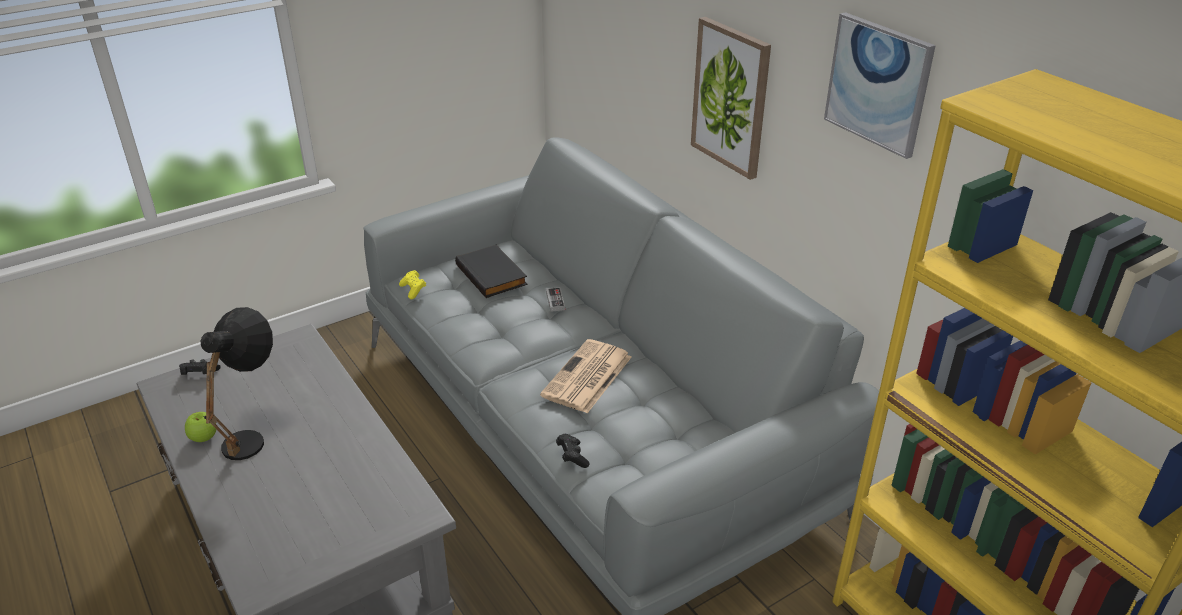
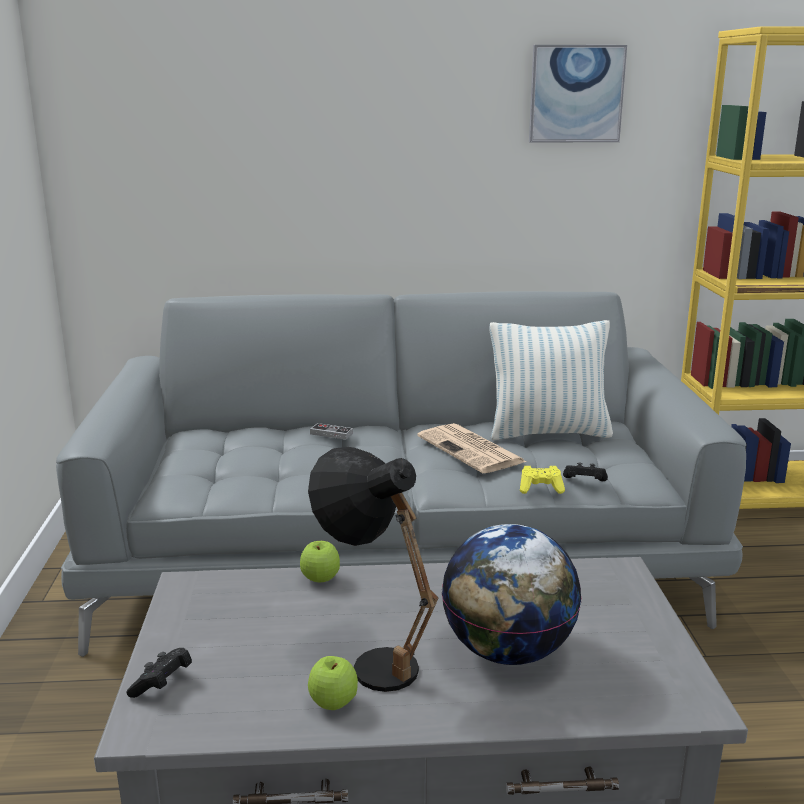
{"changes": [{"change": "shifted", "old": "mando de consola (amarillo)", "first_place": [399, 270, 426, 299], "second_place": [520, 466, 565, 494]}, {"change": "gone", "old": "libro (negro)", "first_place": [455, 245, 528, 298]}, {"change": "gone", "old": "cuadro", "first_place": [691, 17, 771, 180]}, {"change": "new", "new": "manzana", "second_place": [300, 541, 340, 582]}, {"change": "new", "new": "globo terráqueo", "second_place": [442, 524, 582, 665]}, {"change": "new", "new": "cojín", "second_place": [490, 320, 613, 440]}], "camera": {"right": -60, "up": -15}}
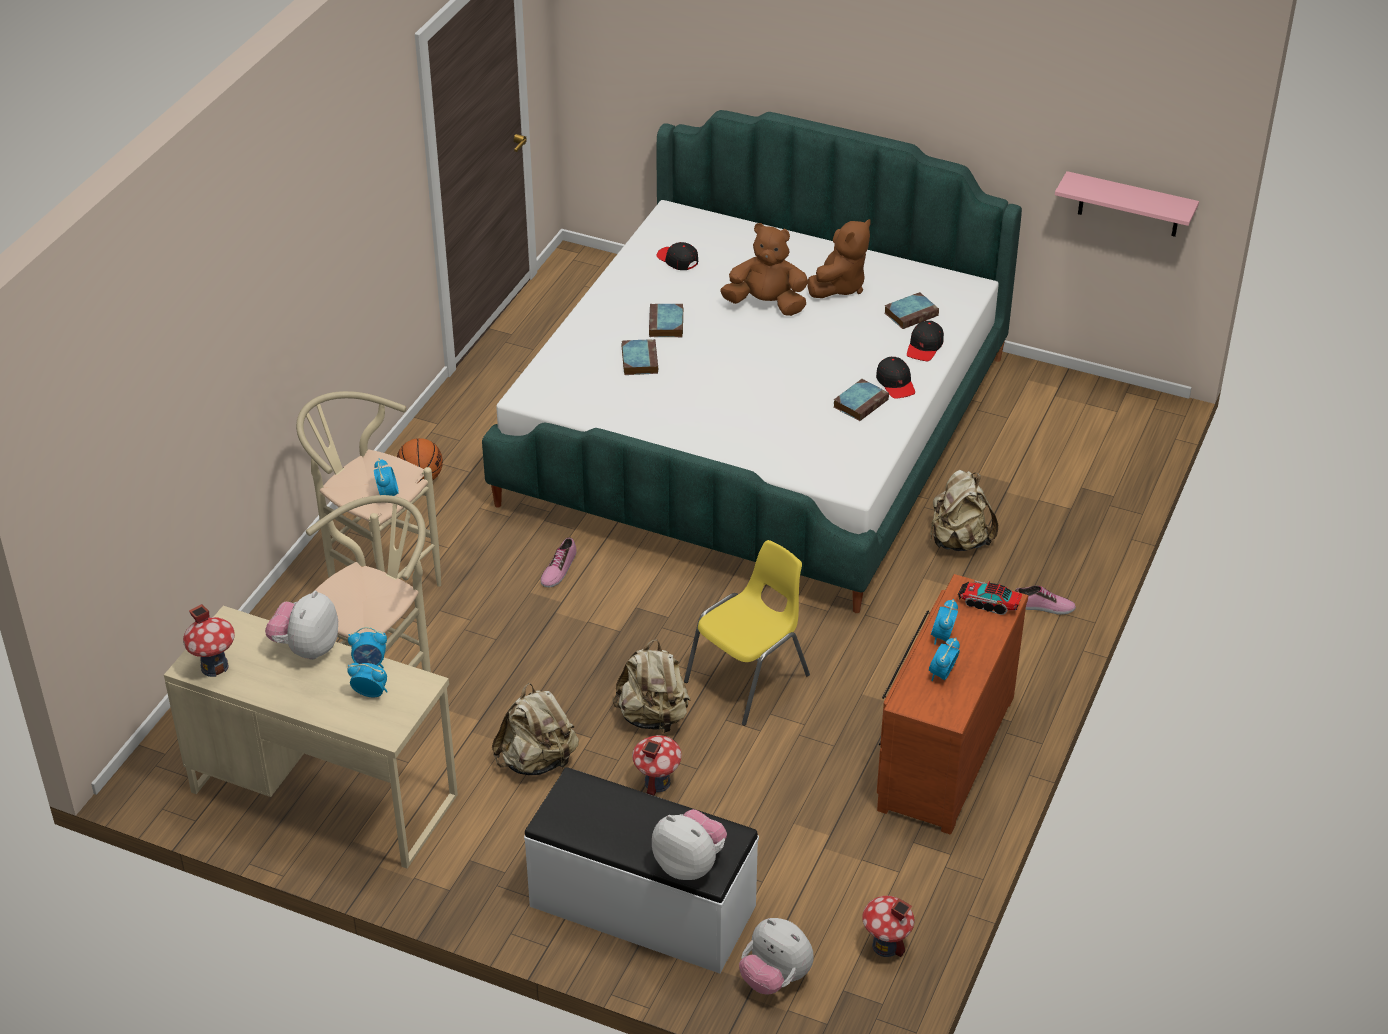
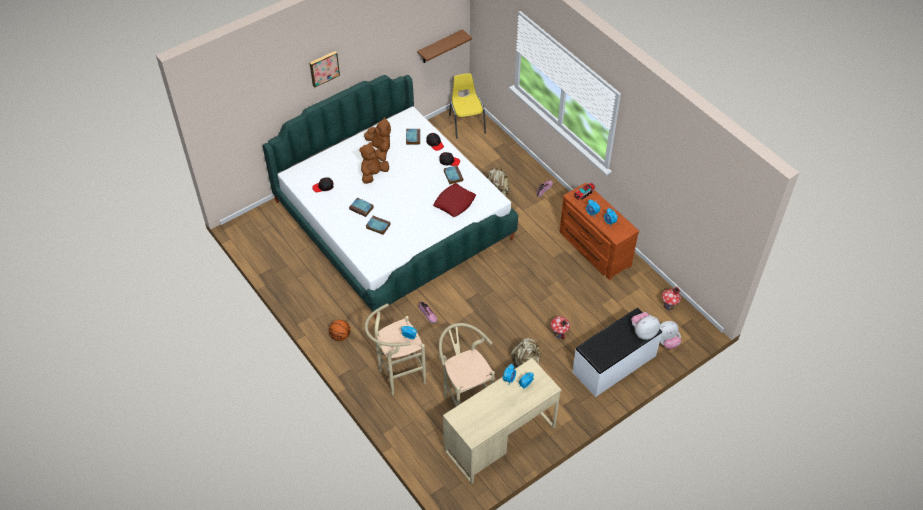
{"changes": [{"change": "gone", "old": "casita", "first_place": [183, 604, 235, 677]}, {"change": "gone", "old": "peluche", "first_place": [265, 591, 338, 660]}, {"change": "gone", "old": "mochila (beis)", "first_place": [612, 639, 690, 733]}, {"change": "shifted", "old": "silla (amarillo)", "first_place": [684, 540, 810, 726], "second_place": [449, 73, 486, 139]}, {"change": "repainted", "old": "estante (rosa)", "new": "estante (marrón)", "first_place": [1055, 171, 1199, 237], "second_place": [417, 29, 472, 63]}, {"change": "new", "new": "cuadro", "second_place": [310, 51, 340, 87]}, {"change": "new", "new": "cojín (rojo)", "second_place": [433, 183, 476, 217]}], "camera": {"right": -60, "up": 10}}
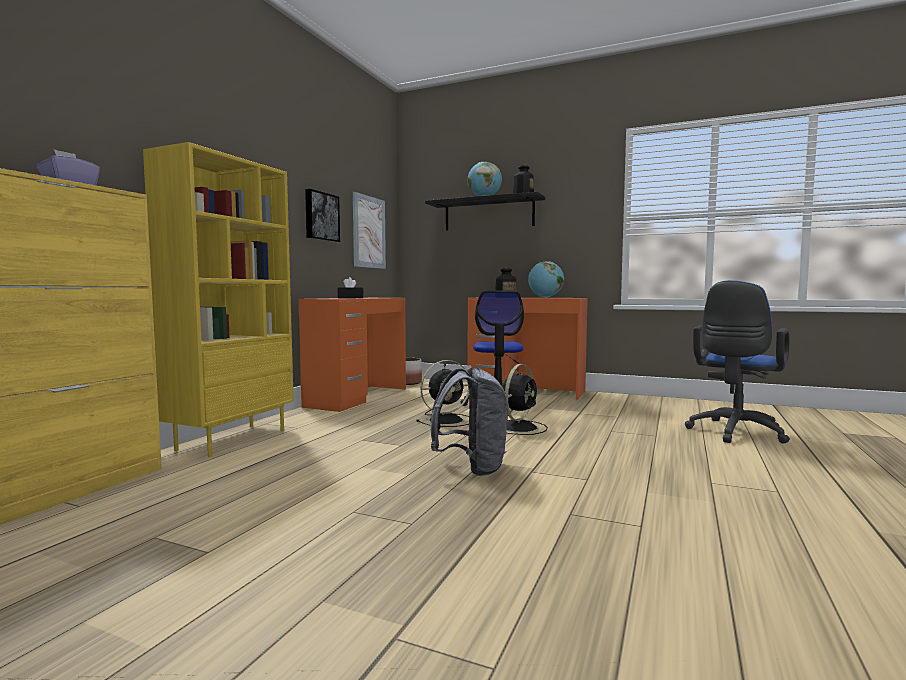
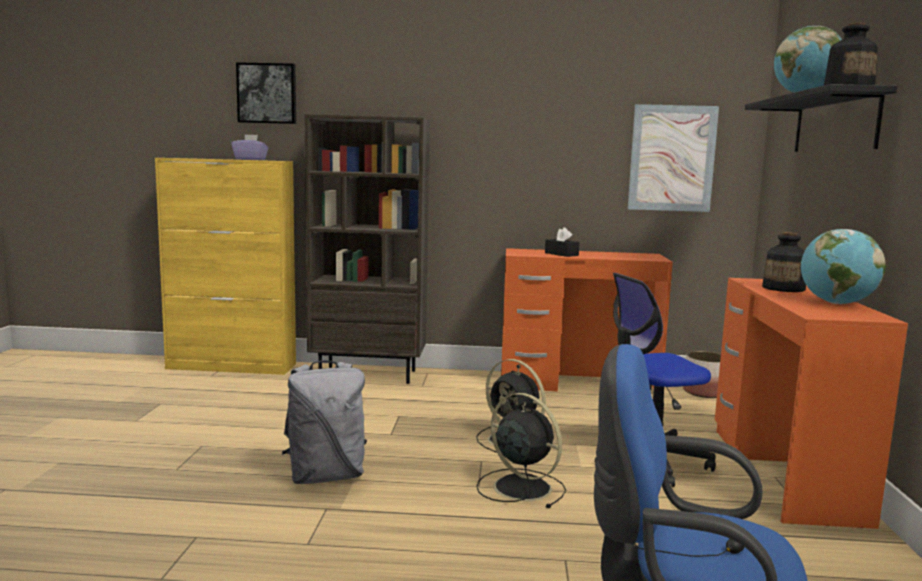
{"changes": [{"change": "repainted", "old": "estantería (amarillo)", "new": "estantería (marrón)", "first_place": [143, 142, 294, 457], "second_place": [304, 114, 430, 384]}, {"change": "shifted", "old": "cuadro", "first_place": [305, 189, 340, 242], "second_place": [236, 62, 296, 124]}, {"change": "rotated", "old": "ventilador (negro)", "first_place": [502, 364, 548, 435], "second_place": [476, 393, 566, 508], "degrees": -150}], "camera": {"right": 70, "up": 5}}
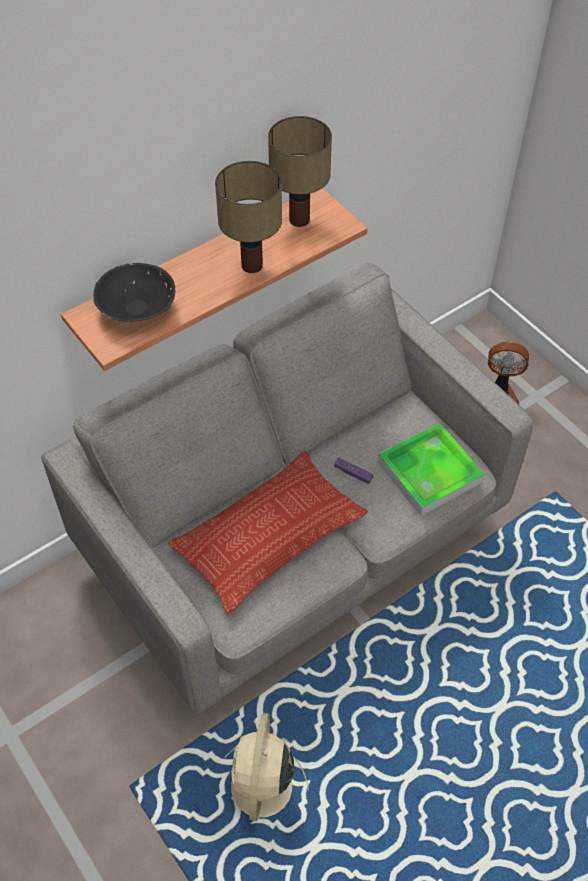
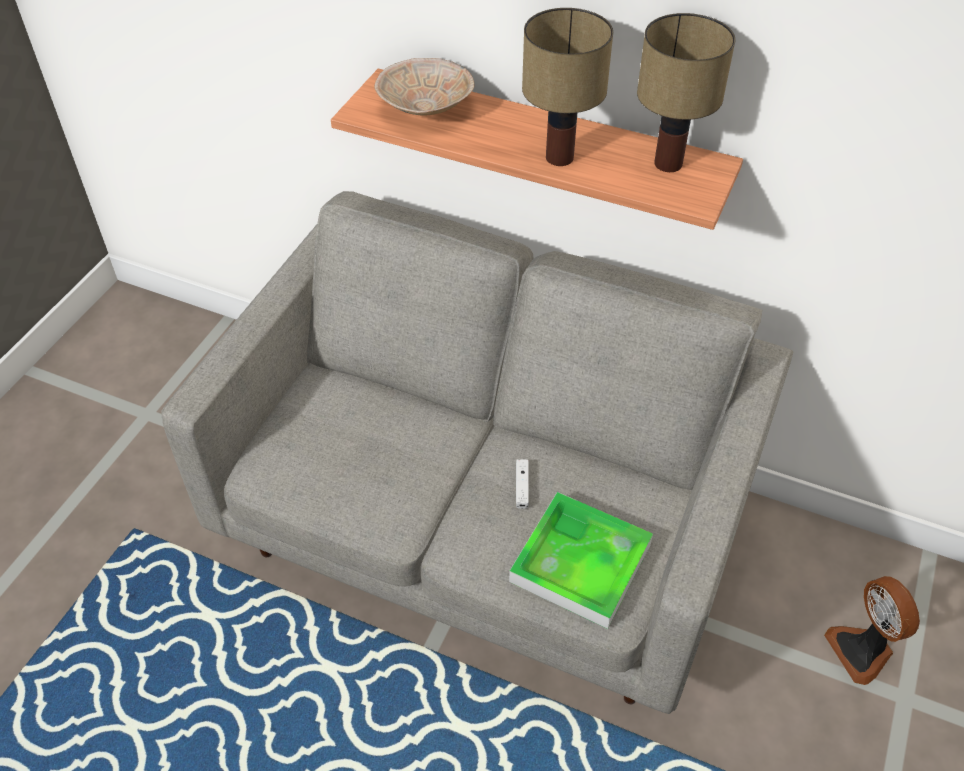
{"changes": [{"change": "repainted", "old": "cuenco (negro)", "new": "cuenco (beis)", "first_place": [93, 263, 175, 322], "second_place": [374, 58, 475, 115]}, {"change": "gone", "old": "cojín", "first_place": [168, 451, 368, 614]}, {"change": "gone", "old": "ventilador (beis)", "first_place": [225, 713, 309, 821]}, {"change": "repainted", "old": "mando de consola (morado)", "new": "mando de consola (blanco)", "first_place": [334, 458, 373, 484], "second_place": [516, 459, 529, 509]}], "camera": {"right": 60, "up": -5}}
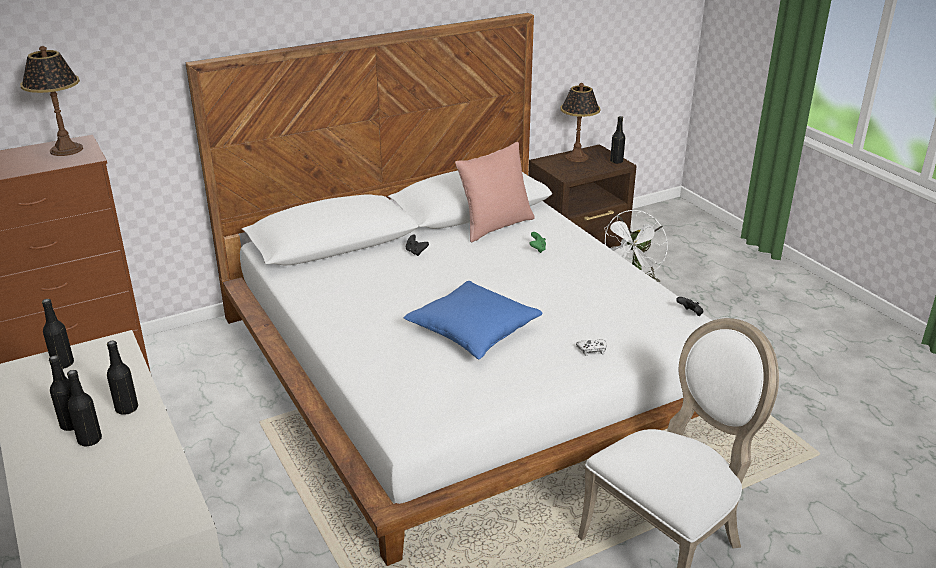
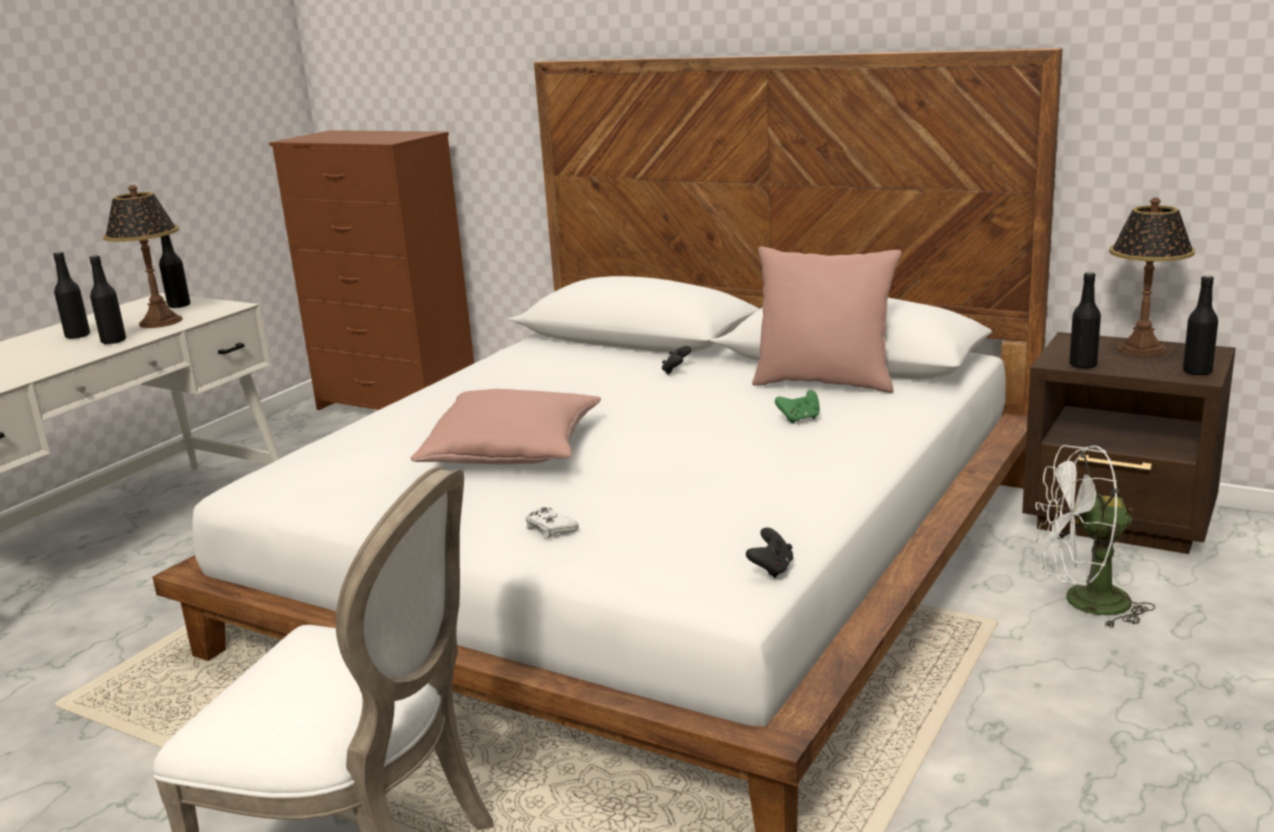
{"changes": [{"change": "shifted", "old": "lámpara de mesa", "first_place": [20, 46, 83, 156], "second_place": [103, 185, 183, 328]}, {"change": "shifted", "old": "botella (negro)", "first_place": [67, 370, 102, 447], "second_place": [1069, 272, 1101, 369]}, {"change": "repainted", "old": "cojín (azul)", "new": "cojín (rosa)", "first_place": [404, 281, 543, 359], "second_place": [410, 389, 601, 464]}], "camera": {"right": 60, "up": -10}}
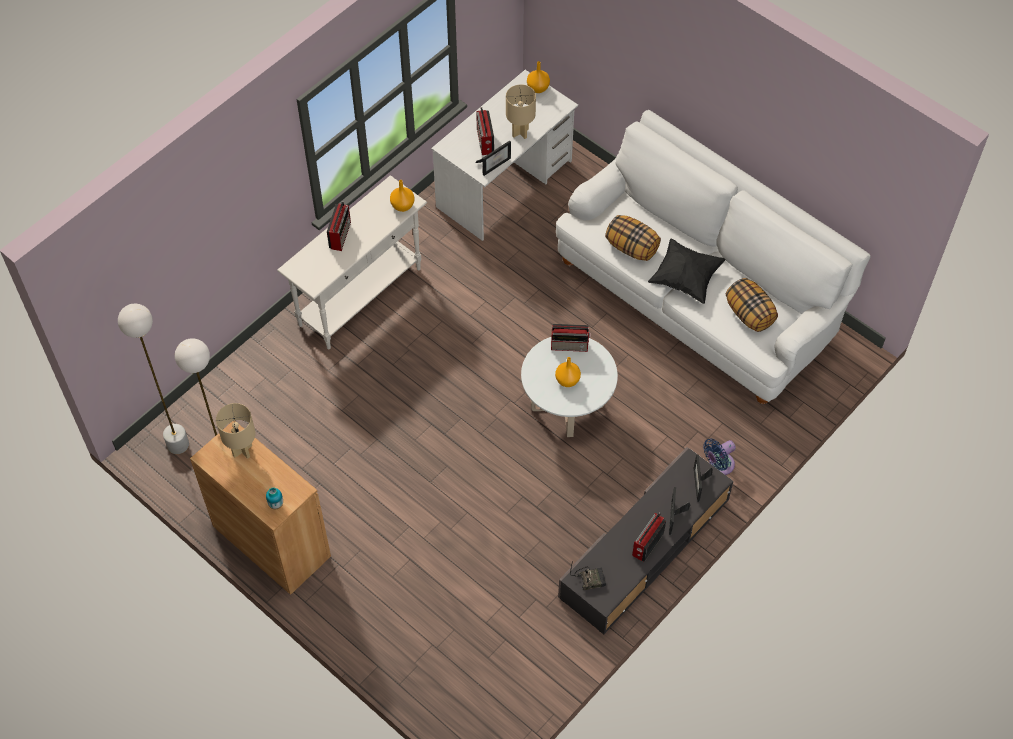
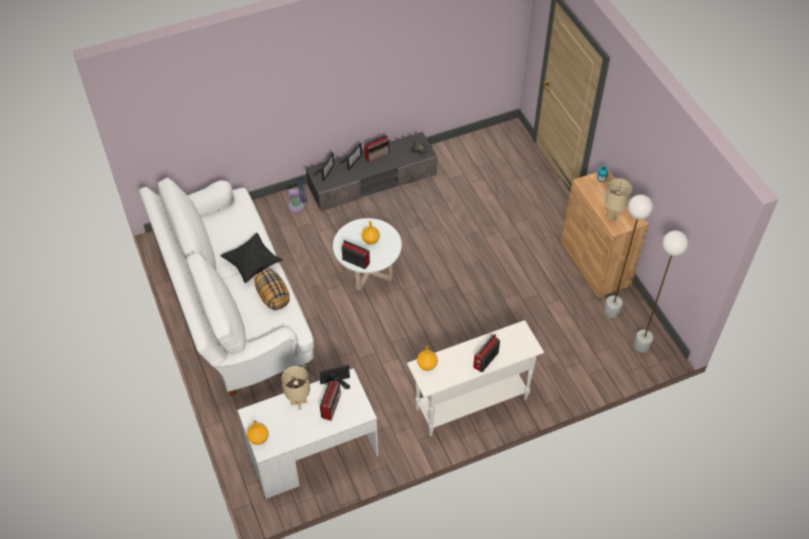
{"changes": [{"change": "gone", "old": "cojín", "first_place": [726, 278, 778, 332]}], "camera": {"right": -155, "up": -5}}
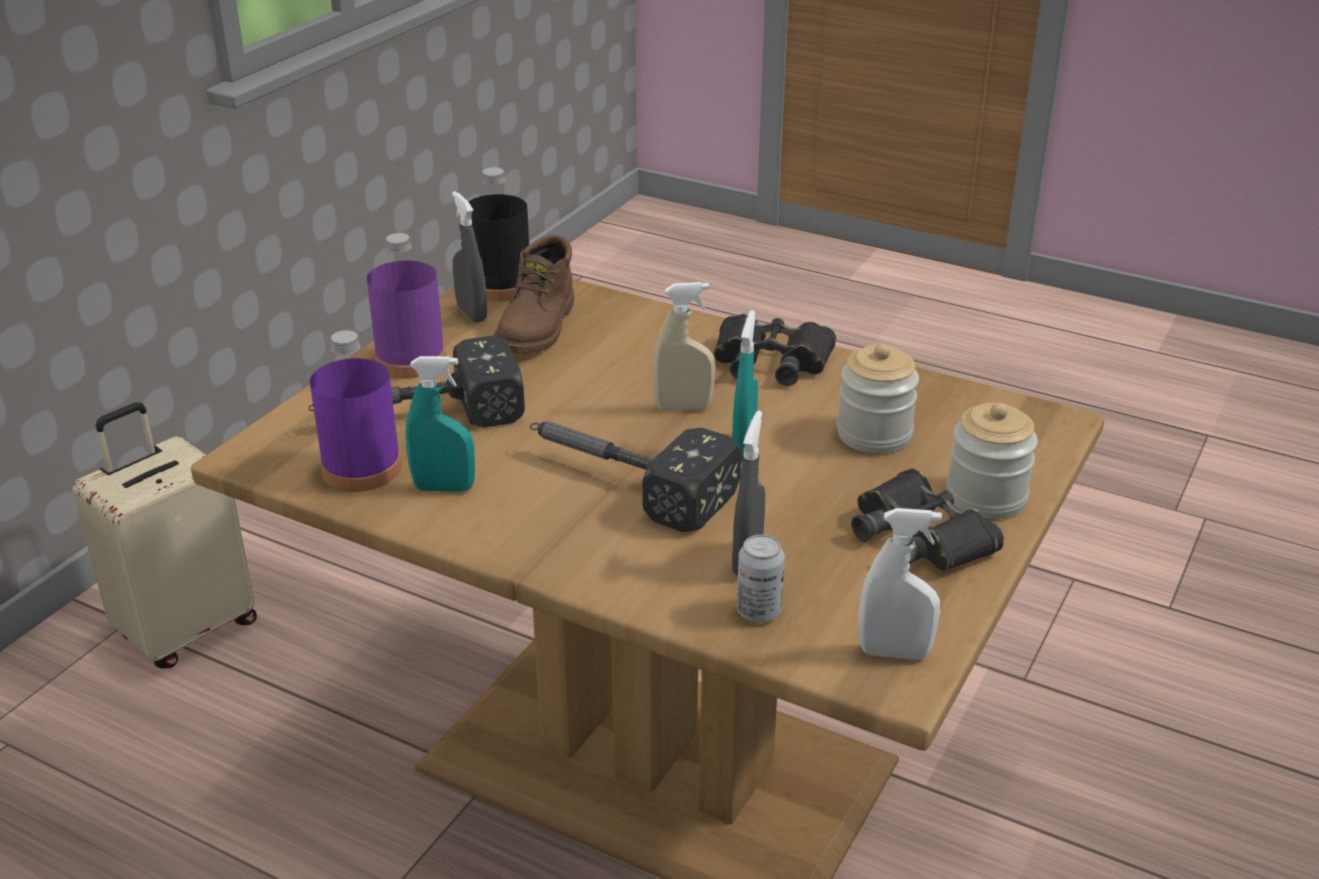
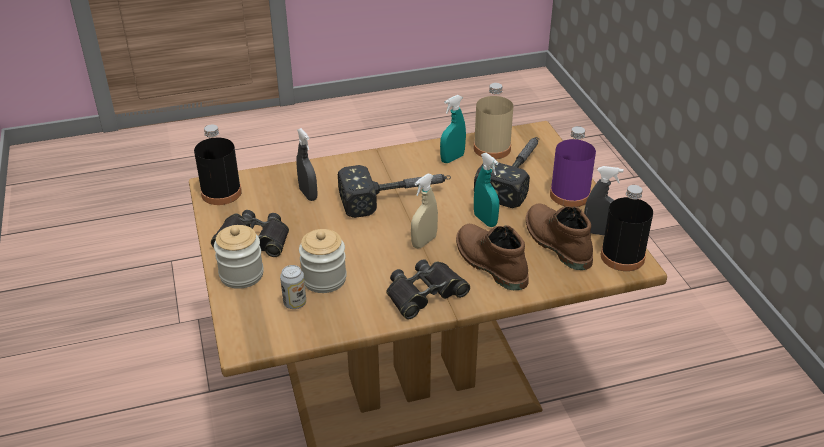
{"changes": [{"change": "gone", "old": "maleta (beis)", "first_place": [72, 402, 257, 668]}, {"change": "repainted", "old": "botella (morado)", "new": "botella (beis)", "first_place": [310, 330, 402, 492], "second_place": [474, 83, 513, 159]}, {"change": "shifted", "old": "pulverizador (turquesa)", "first_place": [732, 310, 758, 462], "second_place": [474, 153, 499, 227]}, {"change": "shifted", "old": "lata", "first_place": [737, 535, 785, 623], "second_place": [280, 265, 306, 309]}, {"change": "swapped", "old": "pulverizador (blanco)", "new": "botella (negro)", "first_place": [858, 508, 942, 660], "second_place": [194, 125, 242, 205]}, {"change": "new", "new": "bota (marrón)", "second_place": [456, 224, 529, 290]}], "camera": {"right": 135, "up": 5}}
